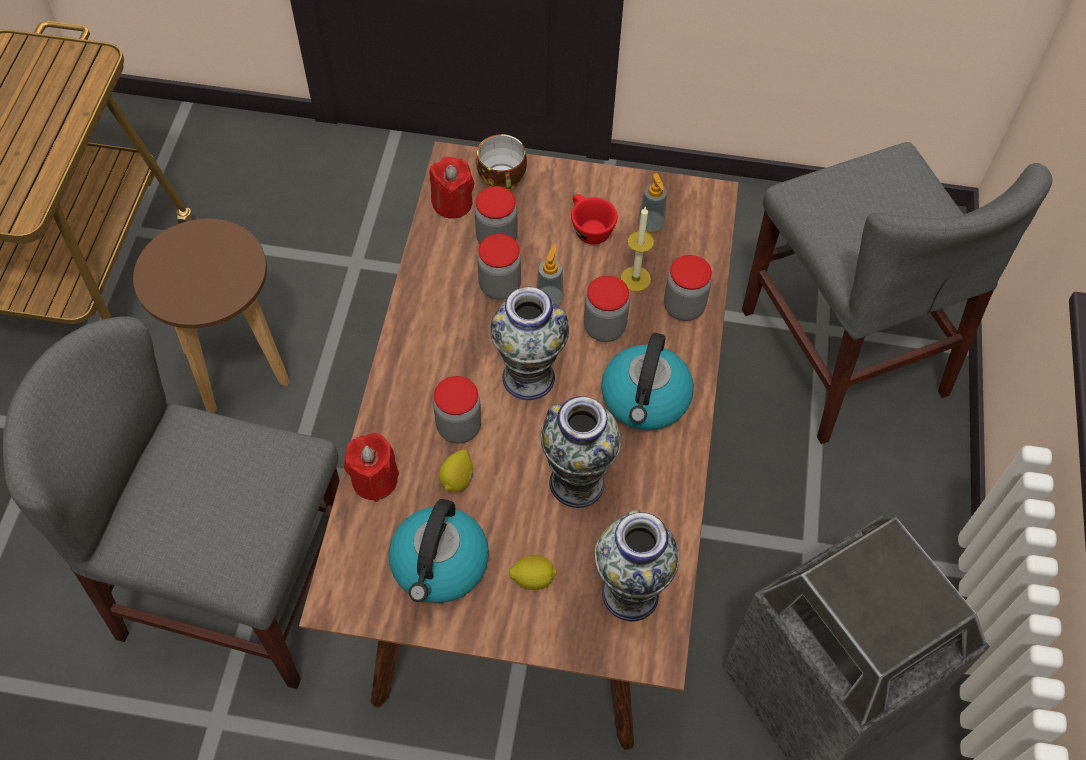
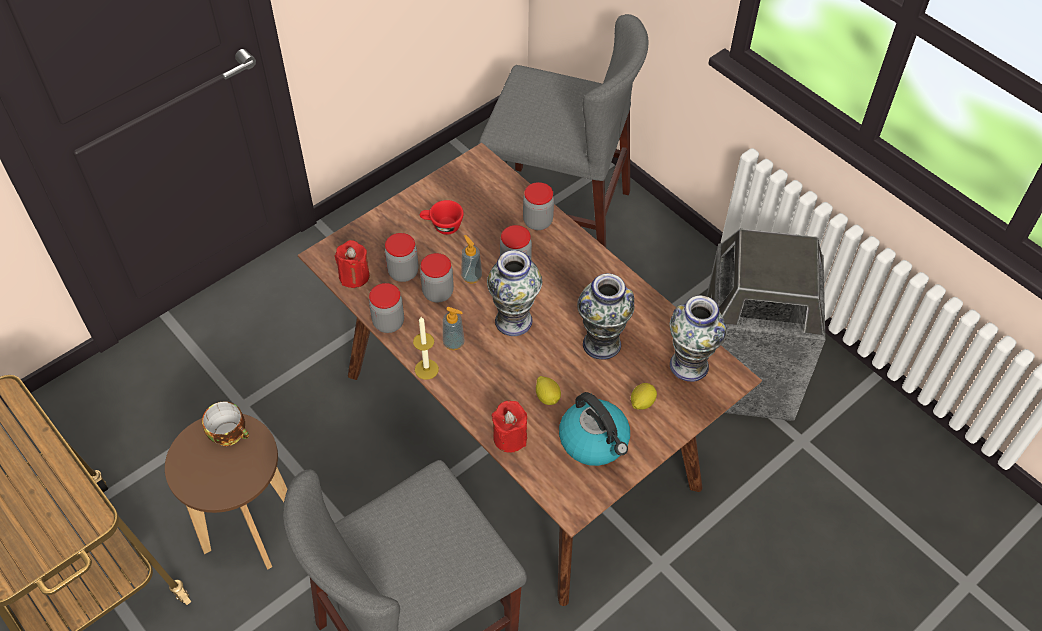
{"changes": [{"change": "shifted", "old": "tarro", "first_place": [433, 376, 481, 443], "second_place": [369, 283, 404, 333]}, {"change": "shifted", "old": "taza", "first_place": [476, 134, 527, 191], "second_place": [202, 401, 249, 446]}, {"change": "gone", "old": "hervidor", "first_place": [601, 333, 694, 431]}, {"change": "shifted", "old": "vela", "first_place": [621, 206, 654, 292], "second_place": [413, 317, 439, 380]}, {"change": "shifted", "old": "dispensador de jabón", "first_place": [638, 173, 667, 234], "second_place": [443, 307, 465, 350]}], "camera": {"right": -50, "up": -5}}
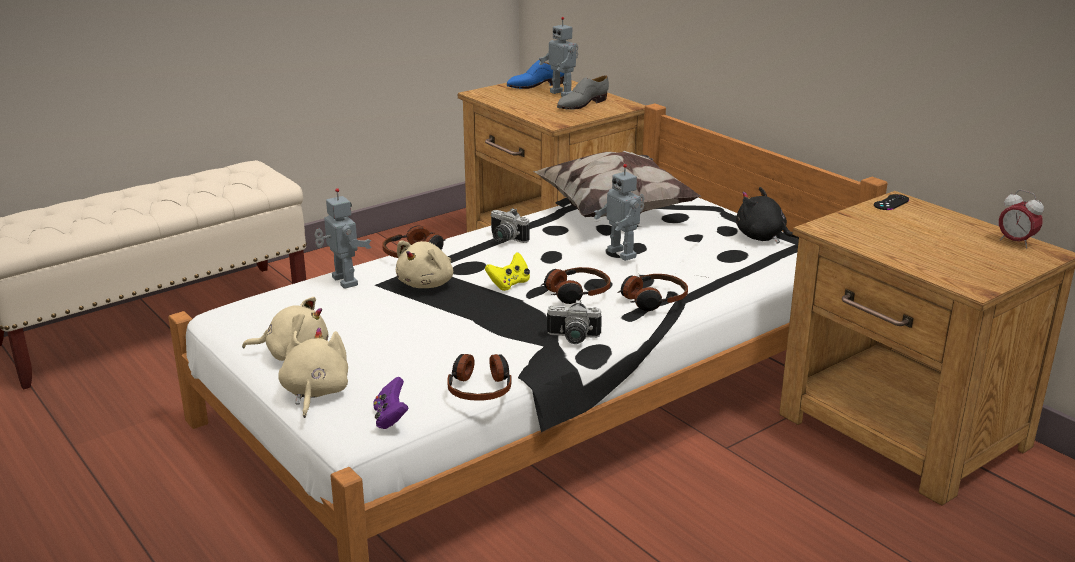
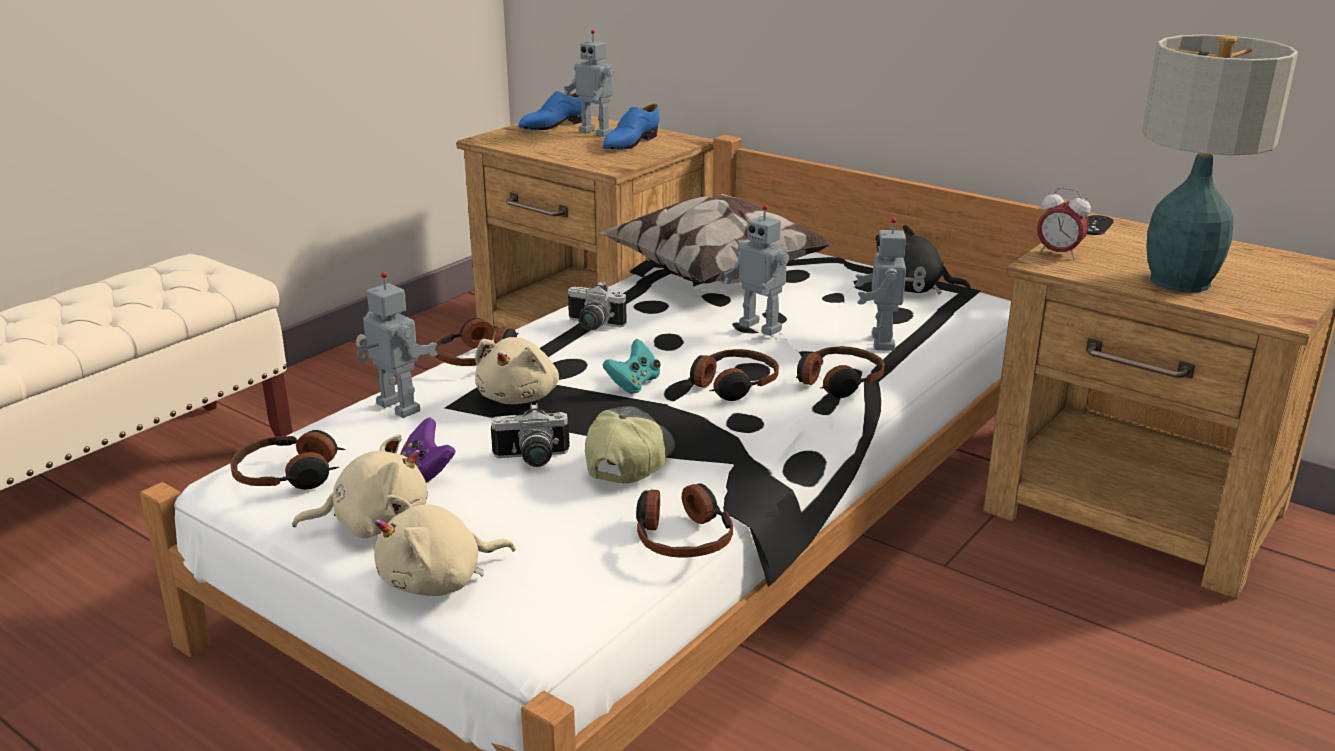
{"changes": [{"change": "rotated", "old": "peluche (beis)", "first_place": [278, 328, 348, 418], "second_place": [374, 495, 516, 596], "degrees": -105}, {"change": "shifted", "old": "mando de consola (morado)", "first_place": [373, 377, 409, 429], "second_place": [400, 417, 456, 483]}, {"change": "repainted", "old": "mando de consola (amarillo)", "new": "mando de consola (turquesa)", "first_place": [485, 252, 530, 291], "second_place": [603, 339, 661, 394]}, {"change": "shifted", "old": "cámara", "first_place": [547, 299, 602, 344], "second_place": [491, 403, 570, 467]}, {"change": "repainted", "old": "zapato (gris)", "new": "zapato (azul)", "first_place": [557, 76, 609, 110], "second_place": [603, 104, 660, 150]}, {"change": "shifted", "old": "despertador", "first_place": [999, 190, 1044, 248], "second_place": [1037, 187, 1091, 260]}, {"change": "new", "new": "auriculares", "second_place": [230, 430, 346, 490]}, {"change": "new", "new": "gorra", "second_place": [585, 406, 675, 484]}, {"change": "new", "new": "robot de juguete", "second_place": [855, 218, 926, 351]}, {"change": "new", "new": "lámpara de mesa", "second_place": [1142, 35, 1298, 293]}], "camera": {"right": -15, "up": 0}}
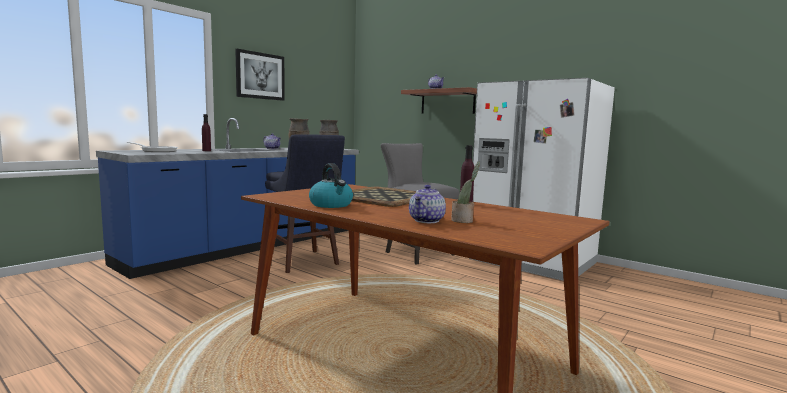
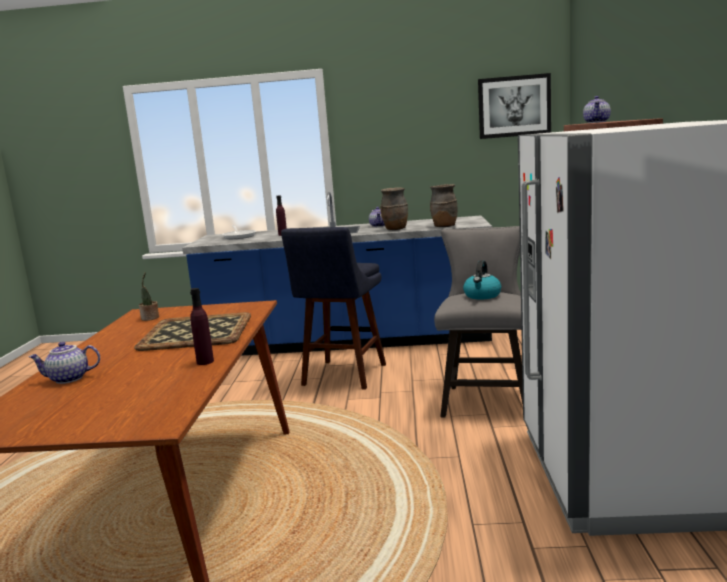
{"changes": [{"change": "shifted", "old": "cuadro", "first_place": [235, 49, 285, 101], "second_place": [478, 73, 551, 139]}, {"change": "shifted", "old": "hervidor", "first_place": [309, 163, 353, 208], "second_place": [463, 260, 501, 299]}, {"change": "shifted", "old": "planta en maceta", "first_place": [451, 161, 480, 223], "second_place": [139, 272, 159, 321]}], "camera": {"right": 55, "up": 5}}
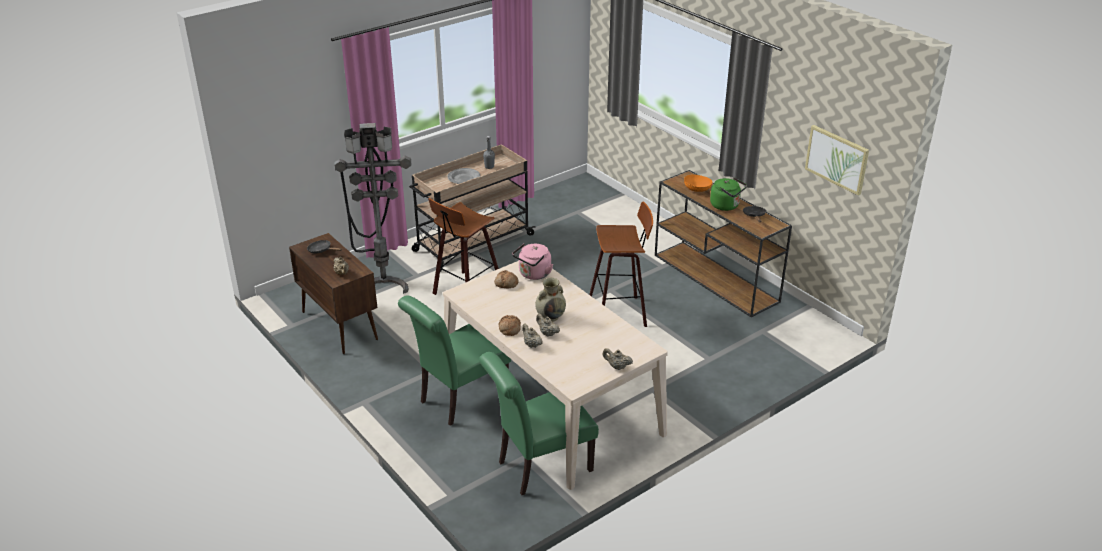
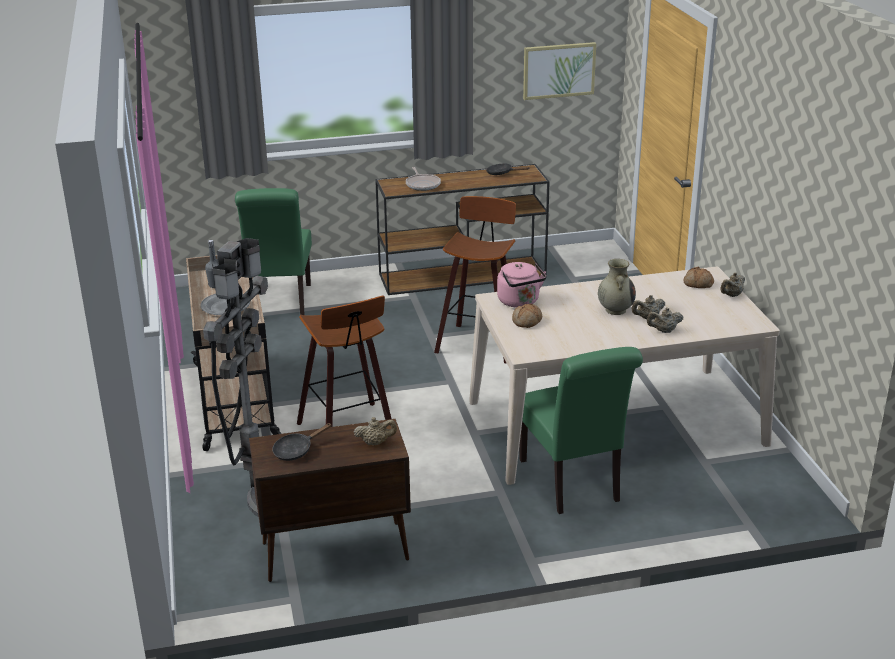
{"changes": [{"change": "shifted", "old": "silla (verde)", "first_place": [479, 352, 599, 495], "second_place": [235, 188, 312, 315]}, {"change": "shifted", "old": "pan", "first_place": [499, 315, 521, 336], "second_place": [684, 267, 714, 288]}, {"change": "swapped", "old": "cuenco (naranja)", "new": "sartén", "first_place": [684, 174, 713, 192], "second_place": [406, 167, 441, 191]}, {"change": "gone", "old": "hervidor (verde)", "first_place": [710, 177, 747, 211]}], "camera": {"right": -65, "up": -5}}
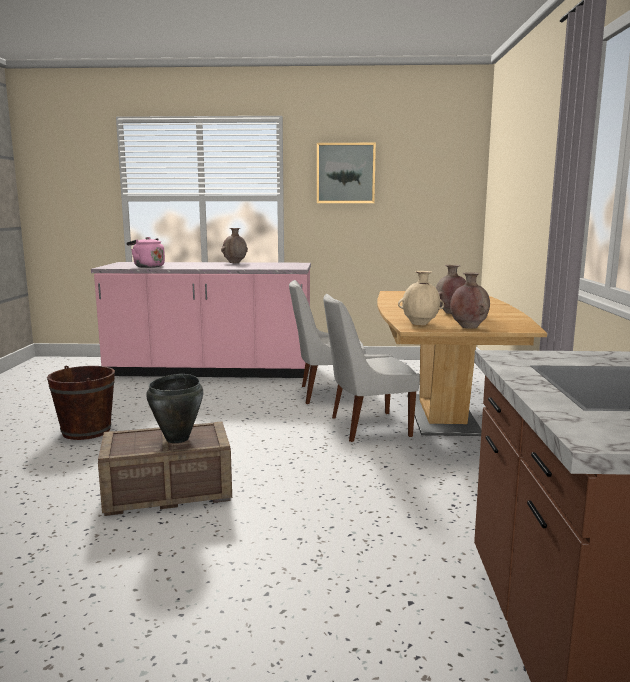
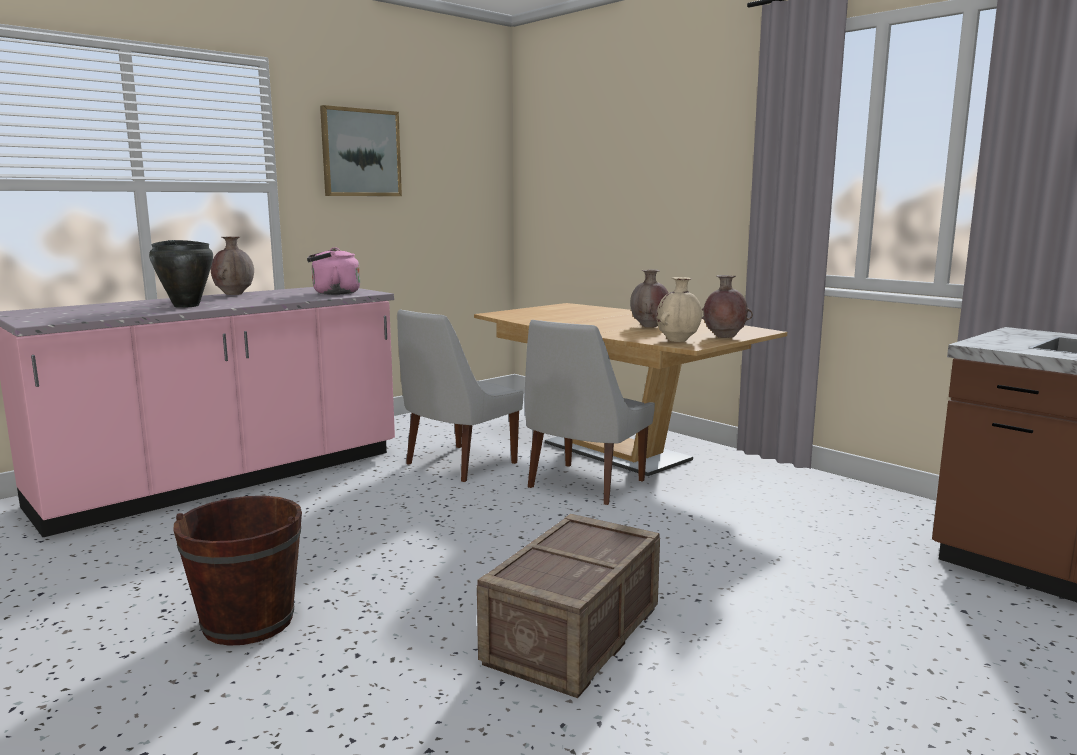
{"changes": [{"change": "shifted", "old": "hervidor (rosa)", "first_place": [126, 237, 165, 268], "second_place": [307, 247, 360, 295]}, {"change": "shifted", "old": "olla (negro)", "first_place": [146, 374, 203, 443], "second_place": [149, 240, 213, 308]}], "camera": {"right": -45, "up": 0}}
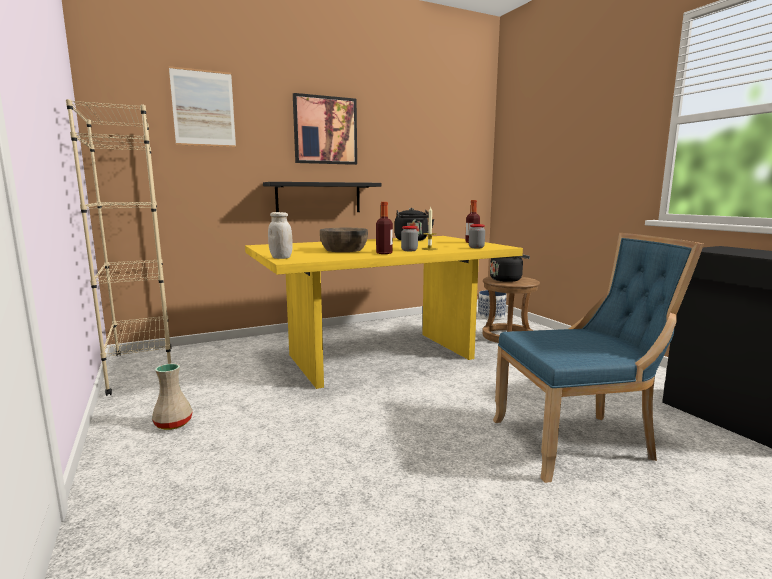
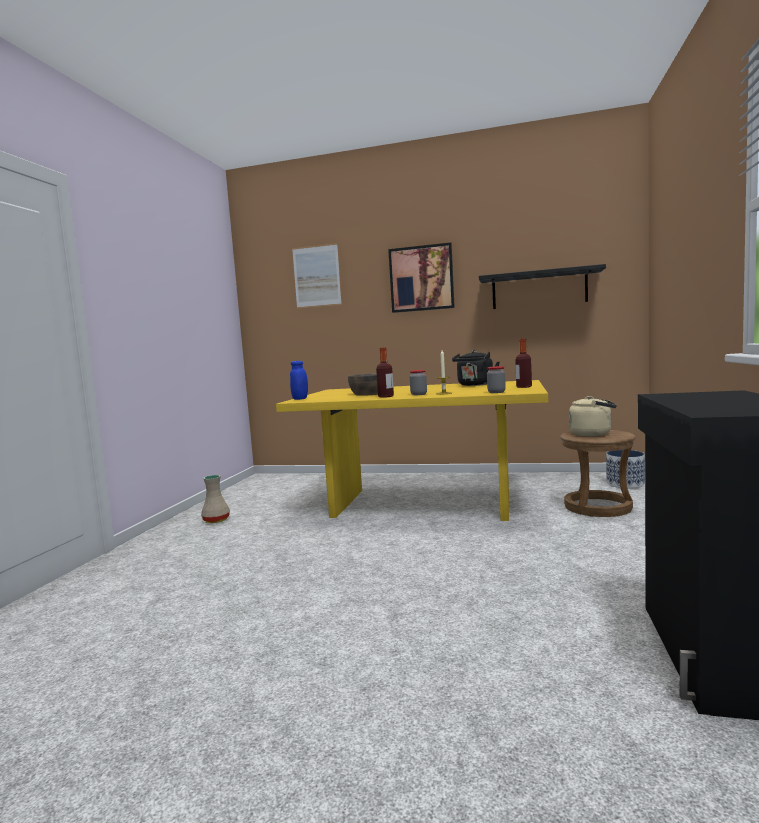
{"changes": [{"change": "gone", "old": "estantería (beis)", "first_place": [66, 99, 172, 396]}, {"change": "shifted", "old": "estante (negro)", "first_place": [263, 182, 381, 212], "second_place": [479, 264, 606, 309]}, {"change": "repainted", "old": "tarro (blanco)", "new": "tarro (azul)", "first_place": [268, 212, 293, 259], "second_place": [290, 361, 308, 400]}, {"change": "repainted", "old": "hervidor (negro)", "new": "hervidor (beis)", "first_place": [490, 254, 530, 282], "second_place": [569, 396, 617, 436]}, {"change": "gone", "old": "silla (azul)", "first_place": [493, 233, 704, 483]}], "camera": {"right": 40, "up": -5}}
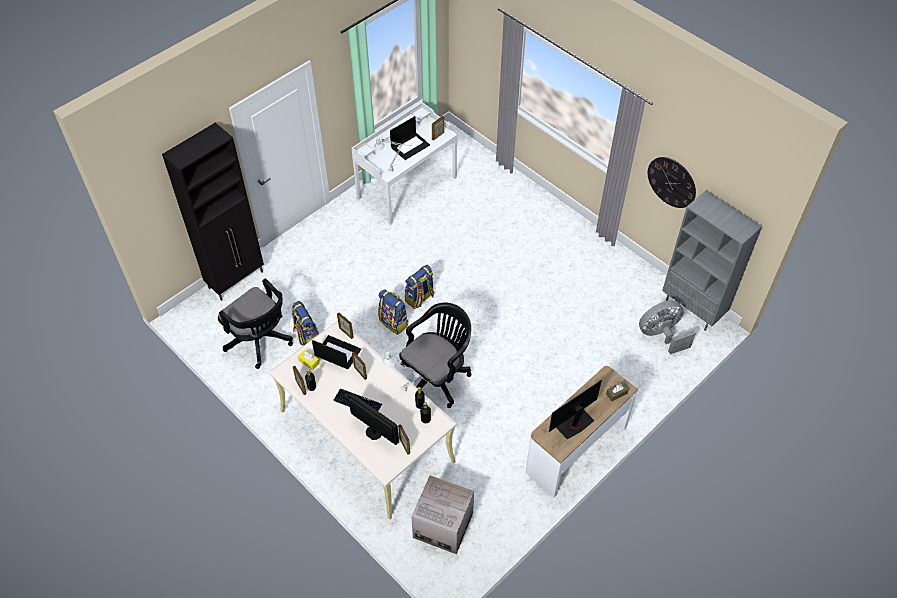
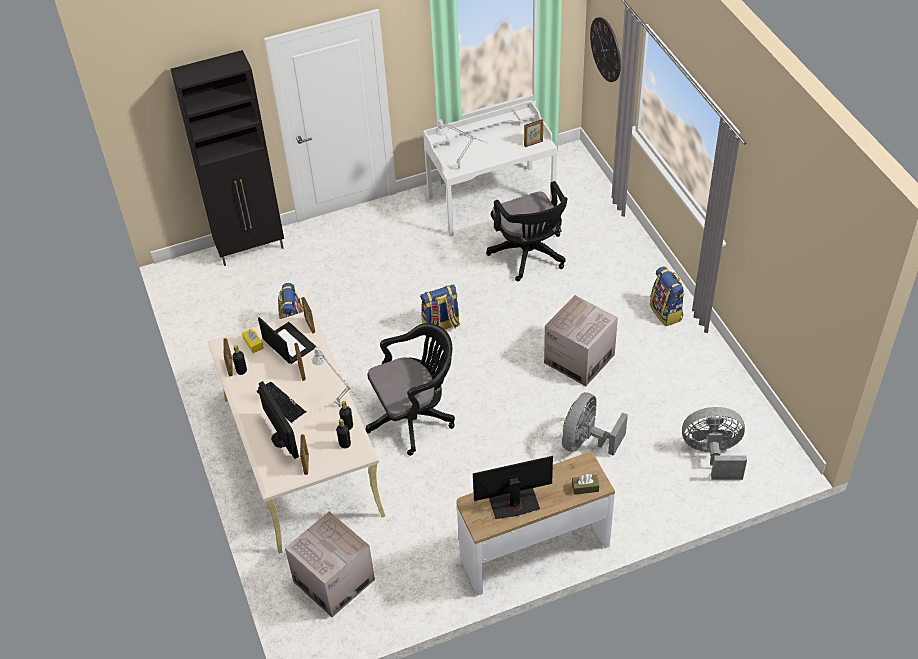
{"changes": [{"change": "shifted", "old": "silla de oficina (negro)", "first_place": [218, 278, 293, 369], "second_place": [486, 181, 567, 281]}, {"change": "shifted", "old": "mochila", "first_place": [378, 289, 408, 335], "second_place": [650, 266, 685, 326]}, {"change": "gone", "old": "portátil", "first_place": [390, 116, 430, 160]}, {"change": "shifted", "old": "reloj de pared", "first_place": [648, 157, 696, 208], "second_place": [590, 17, 621, 82]}, {"change": "gone", "old": "estantería (gris)", "first_place": [662, 190, 762, 331]}, {"change": "new", "new": "caja de cartón", "second_place": [544, 295, 618, 386]}, {"change": "new", "new": "ventilador (gris)", "second_place": [562, 392, 628, 456]}], "camera": {"right": 25, "up": -5}}
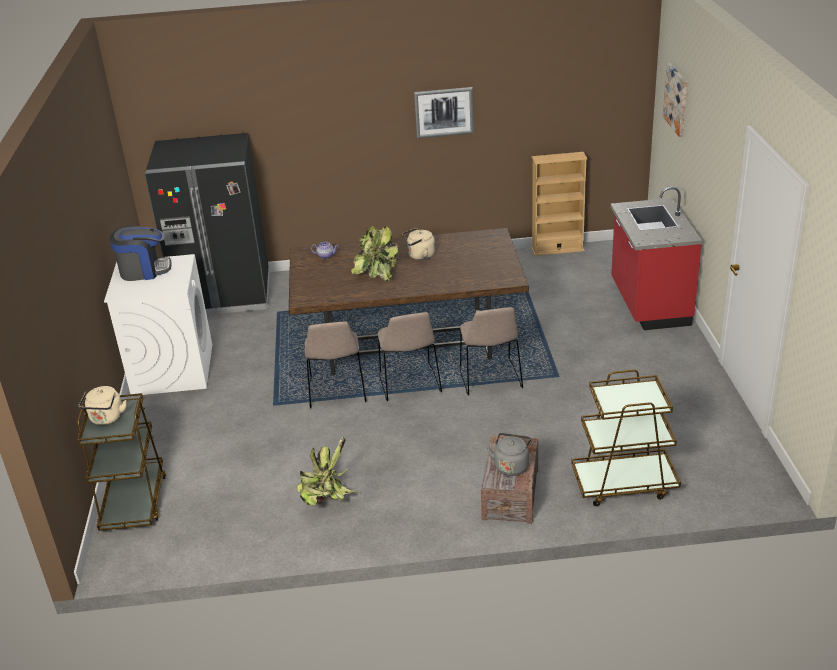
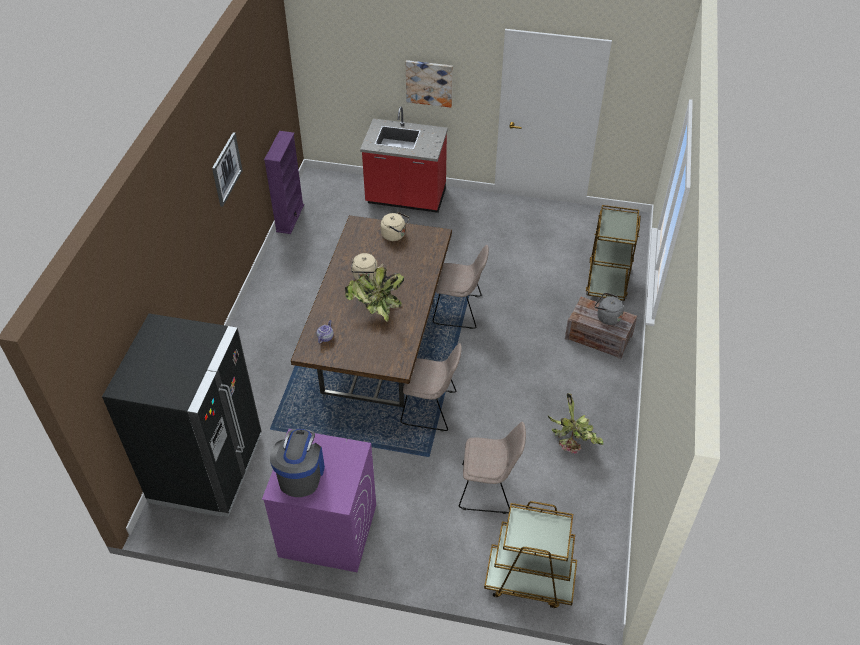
{"changes": [{"change": "shifted", "old": "hervidor (beis)", "first_place": [79, 386, 127, 425], "second_place": [381, 212, 410, 241]}, {"change": "repainted", "old": "lavadora (blanco)", "new": "lavadora (morado)", "first_place": [104, 254, 212, 395], "second_place": [262, 429, 376, 572]}, {"change": "shifted", "old": "silla (beis)", "first_place": [378, 312, 442, 401], "second_place": [459, 422, 526, 514]}, {"change": "repainted", "old": "estantería (beis)", "new": "estantería (morado)", "first_place": [531, 152, 588, 256], "second_place": [264, 131, 304, 234]}, {"change": "shifted", "old": "cuadro", "first_place": [663, 63, 687, 137], "second_place": [406, 60, 453, 108]}], "camera": {"right": -75, "up": 15}}
